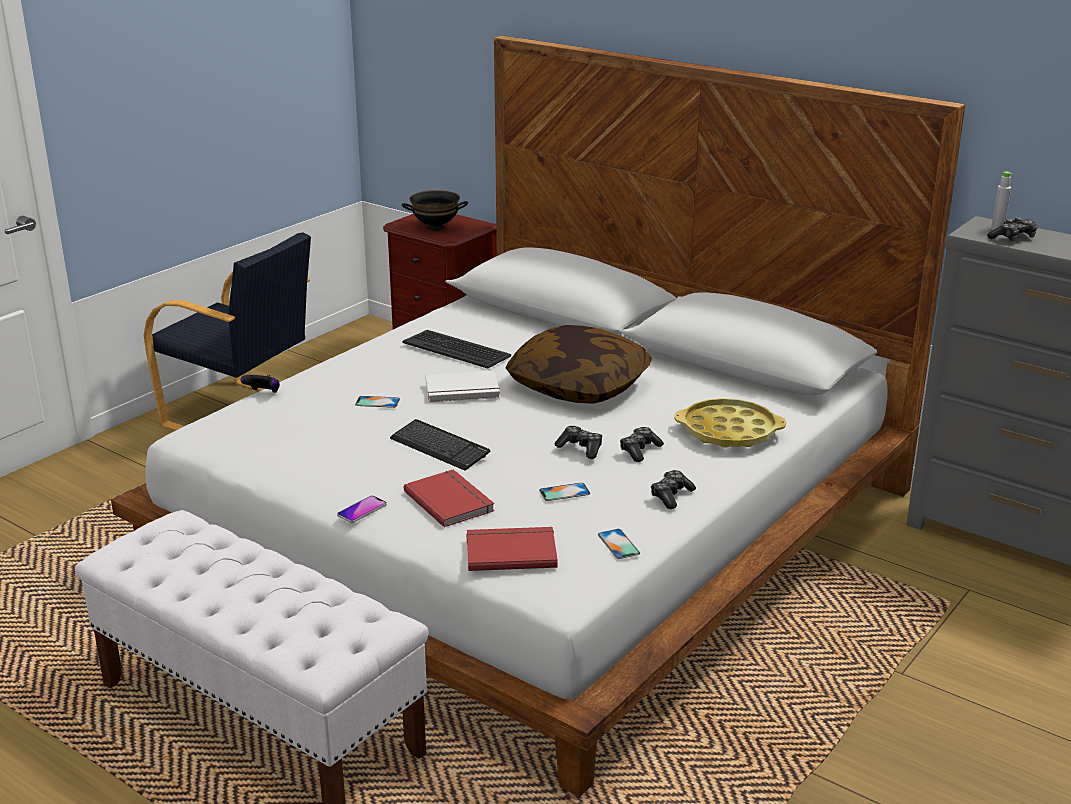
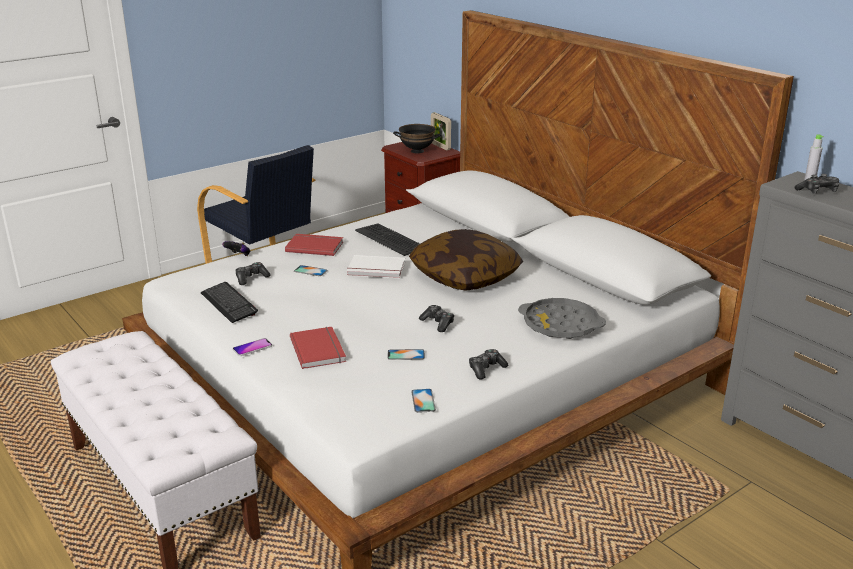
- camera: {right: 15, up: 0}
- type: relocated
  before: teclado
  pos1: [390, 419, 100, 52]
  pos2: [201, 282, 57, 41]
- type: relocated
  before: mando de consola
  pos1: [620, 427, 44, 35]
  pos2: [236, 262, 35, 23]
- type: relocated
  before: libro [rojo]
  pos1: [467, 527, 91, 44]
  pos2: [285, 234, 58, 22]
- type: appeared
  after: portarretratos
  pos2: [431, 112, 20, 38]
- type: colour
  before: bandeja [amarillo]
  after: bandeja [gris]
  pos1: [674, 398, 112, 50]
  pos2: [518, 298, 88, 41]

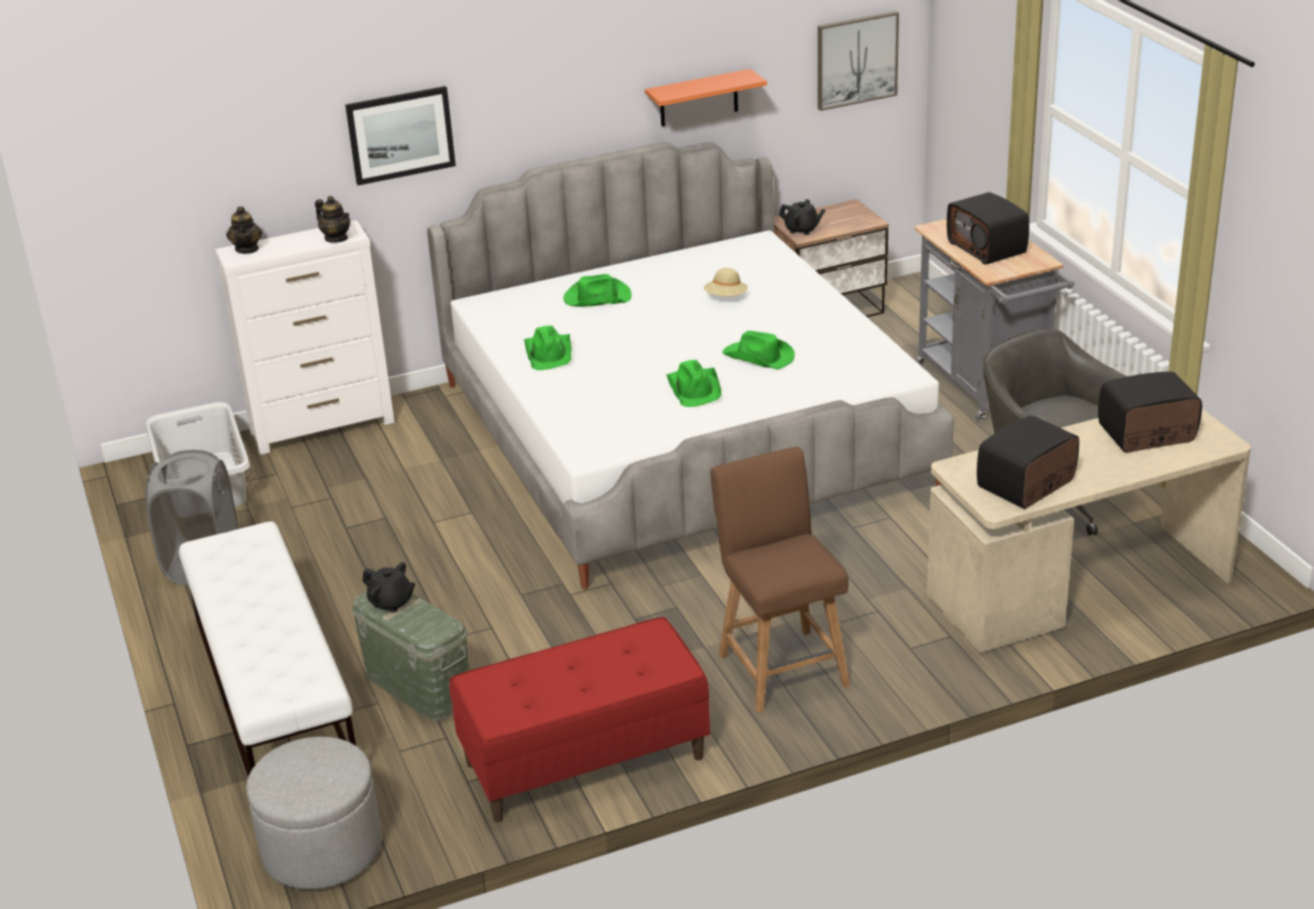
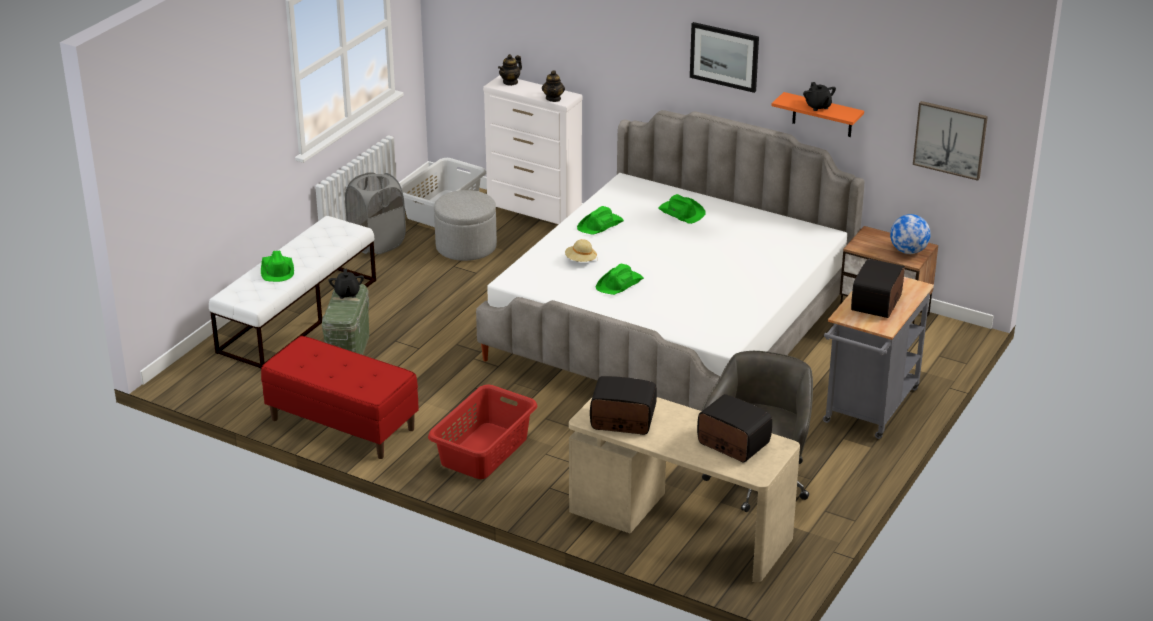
- camera: {right: 50, up: 0}
- type: relocated
  before: sombrero [verde]
  pos1: [722, 331, 73, 39]
  pos2: [261, 250, 33, 32]
- type: exchanged
  before: silla [marrón]
  after: cesto de la ropa [rojo]
  pos1: [710, 446, 140, 266]
  pos2: [428, 384, 109, 95]
- type: relocated
  before: puf [gris]
  pos1: [246, 737, 136, 153]
  pos2: [434, 190, 63, 71]
- type: relocated
  before: sombrero [beis]
  pos1: [704, 268, 44, 29]
  pos2: [565, 239, 32, 23]
- type: relocated
  before: cuadro
  pos1: [345, 86, 111, 99]
  pos2: [690, 22, 69, 71]
- type: relocated
  before: tetera [negro]
  pos1: [779, 199, 46, 36]
  pos2: [803, 82, 33, 29]
- type: appeared
  after: globo terráqueo
  pos2: [890, 214, 41, 40]

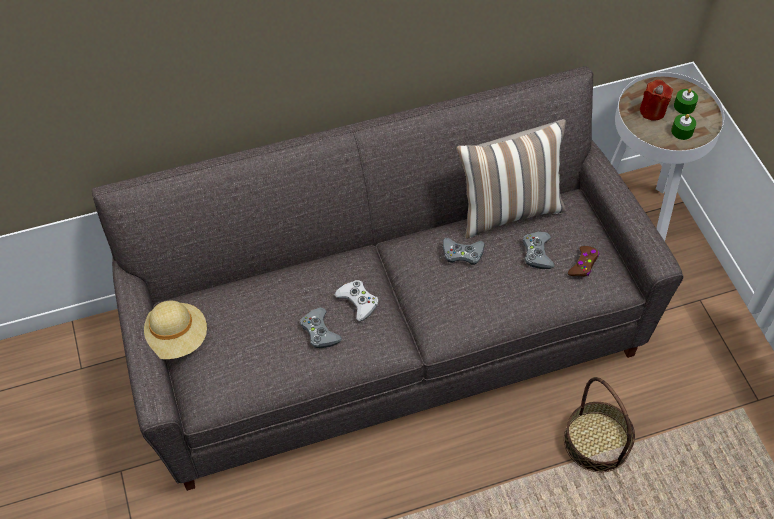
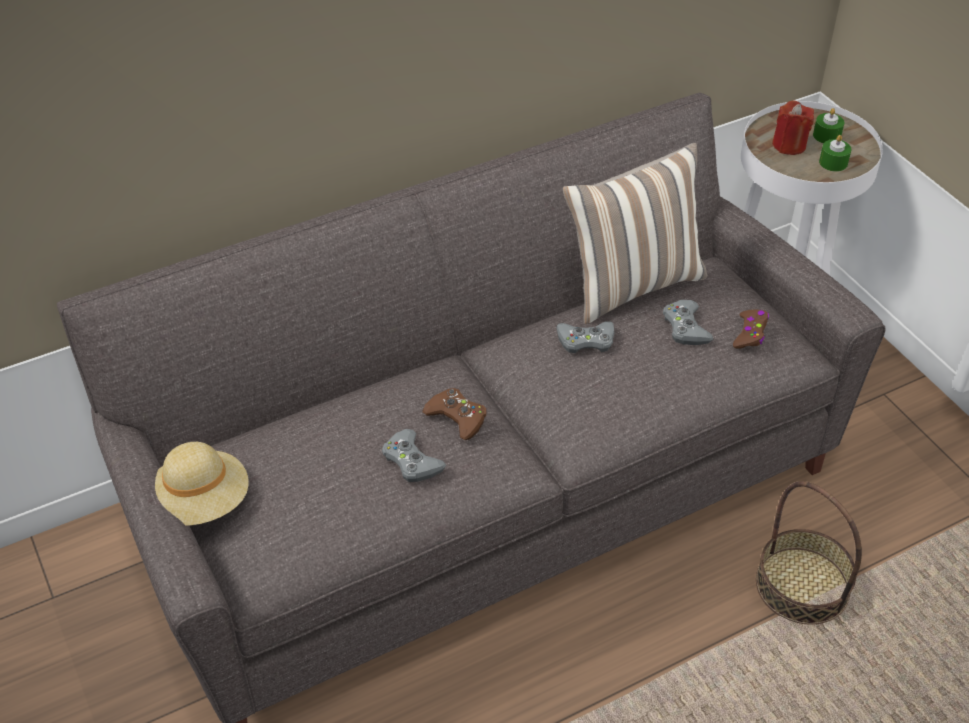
- camera: {right: -10, up: -10}
- type: colour
  before: mando de consola [blanco]
  after: mando de consola [marrón]
  pos1: [334, 280, 45, 41]
  pos2: [422, 388, 65, 52]

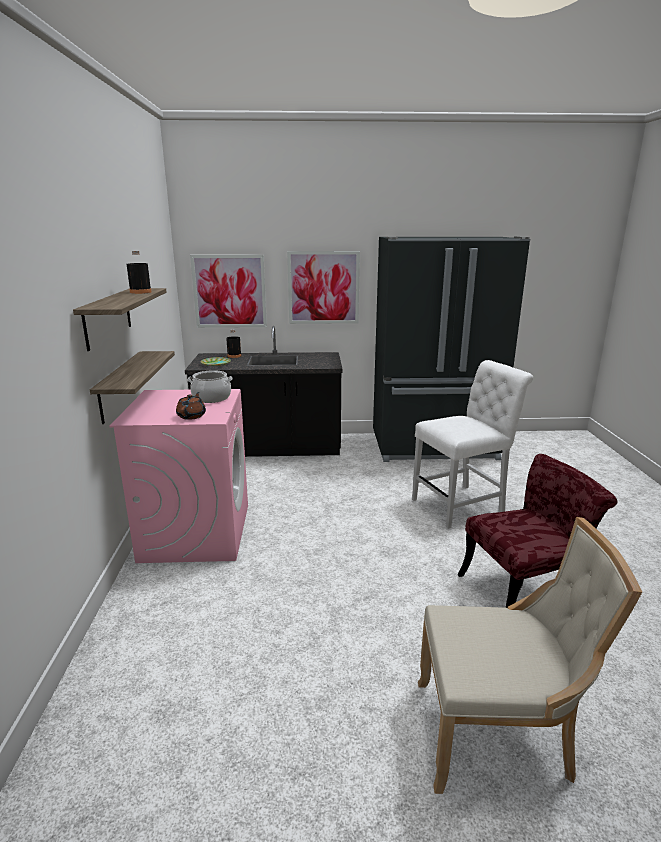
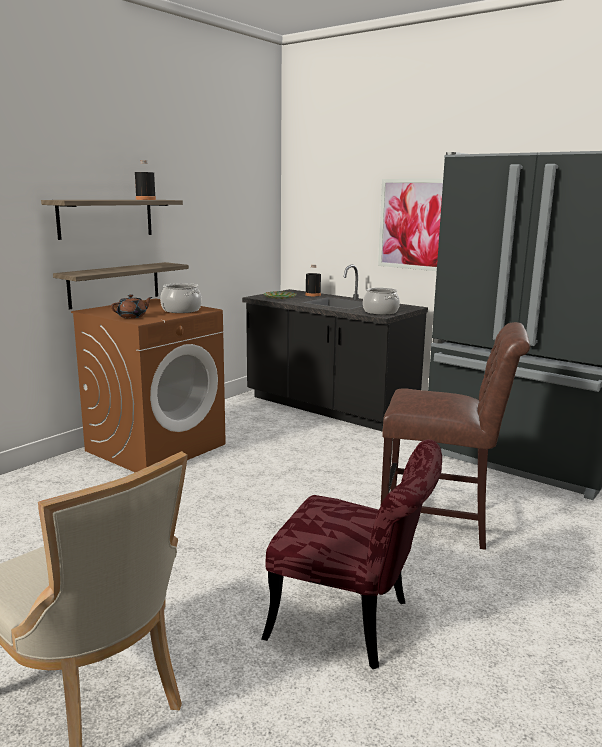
- camera: {right: 40, up: -5}
- type: colour
  before: lavadora [rosa]
  after: lavadora [marrón]
  pos1: [109, 389, 139, 174]
  pos2: [71, 298, 155, 174]
- type: appeared
  after: olla
  pos2: [363, 288, 37, 27]
- type: colour
  before: silla [blanco]
  after: silla [marrón]
  pos1: [412, 360, 121, 169]
  pos2: [381, 322, 149, 228]
- type: missing
  before: cuadro
  pos1: [190, 255, 77, 73]

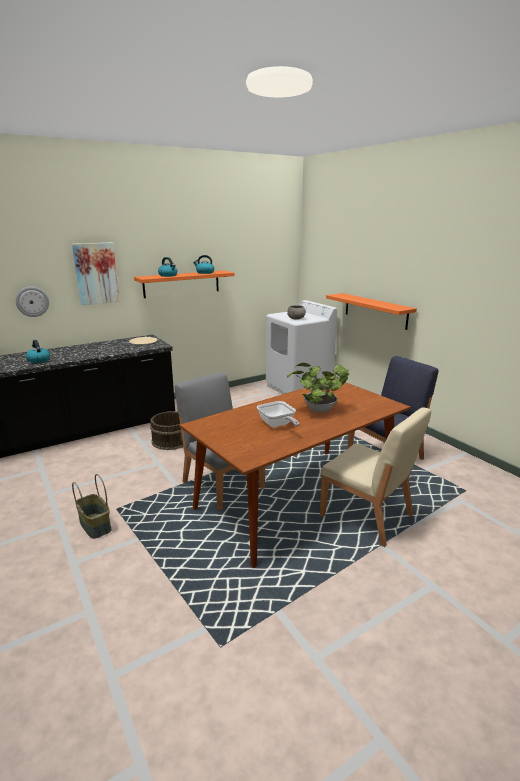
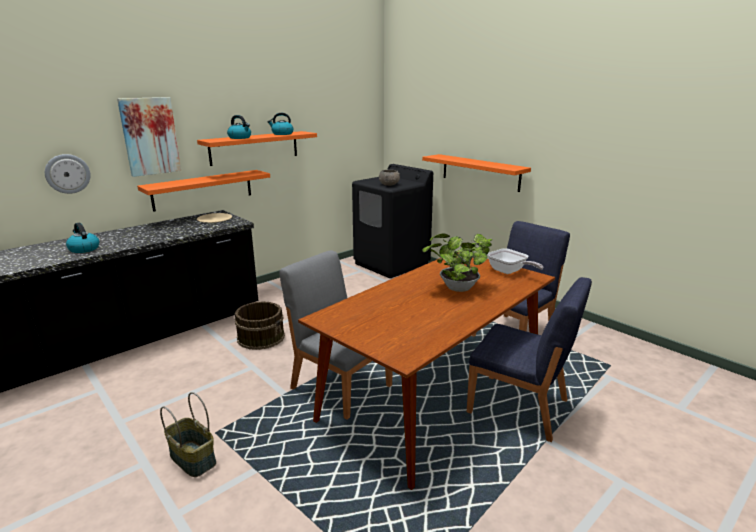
- camera: {right: -10, up: 0}
- type: appeared
  after: estante [naranja]
  pos2: [137, 170, 133, 42]
- type: colour
  before: lavadora [blanco]
  after: lavadora [negro]
  pos1: [266, 300, 71, 94]
  pos2: [352, 164, 81, 114]
- type: colour
  before: silla [beis]
  after: silla [azul]
  pos1: [320, 407, 111, 140]
  pos2: [467, 277, 125, 165]
- type: relocated
  before: sartén
  pos1: [257, 401, 42, 27]
  pos2: [487, 248, 56, 26]

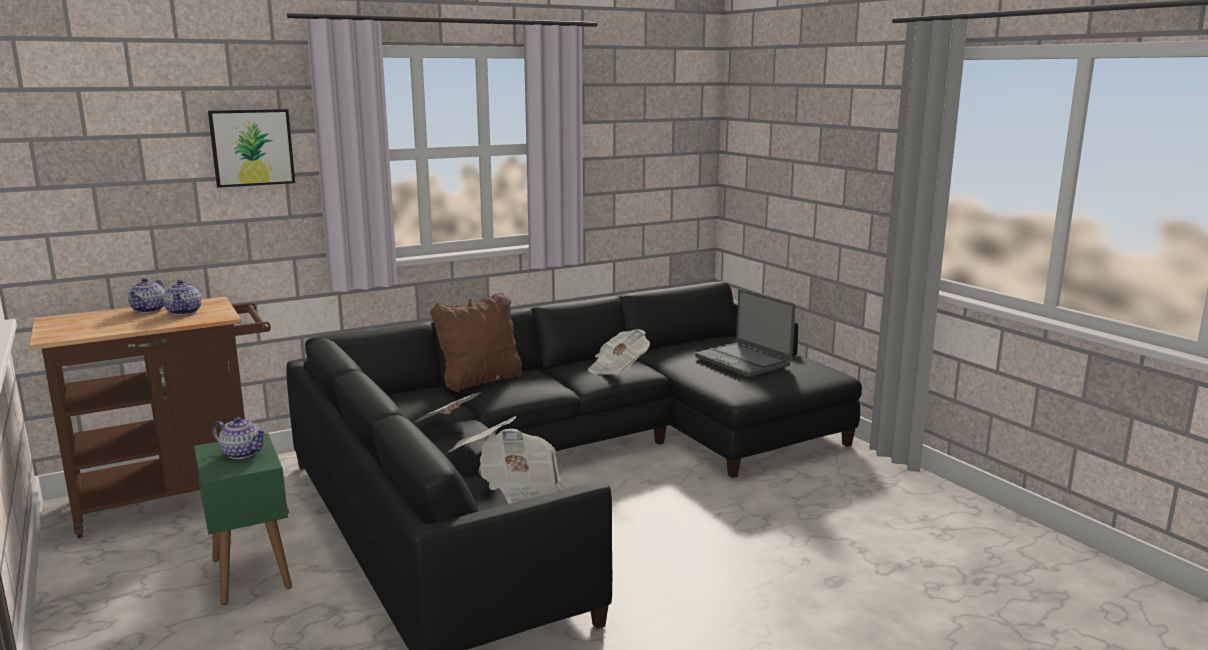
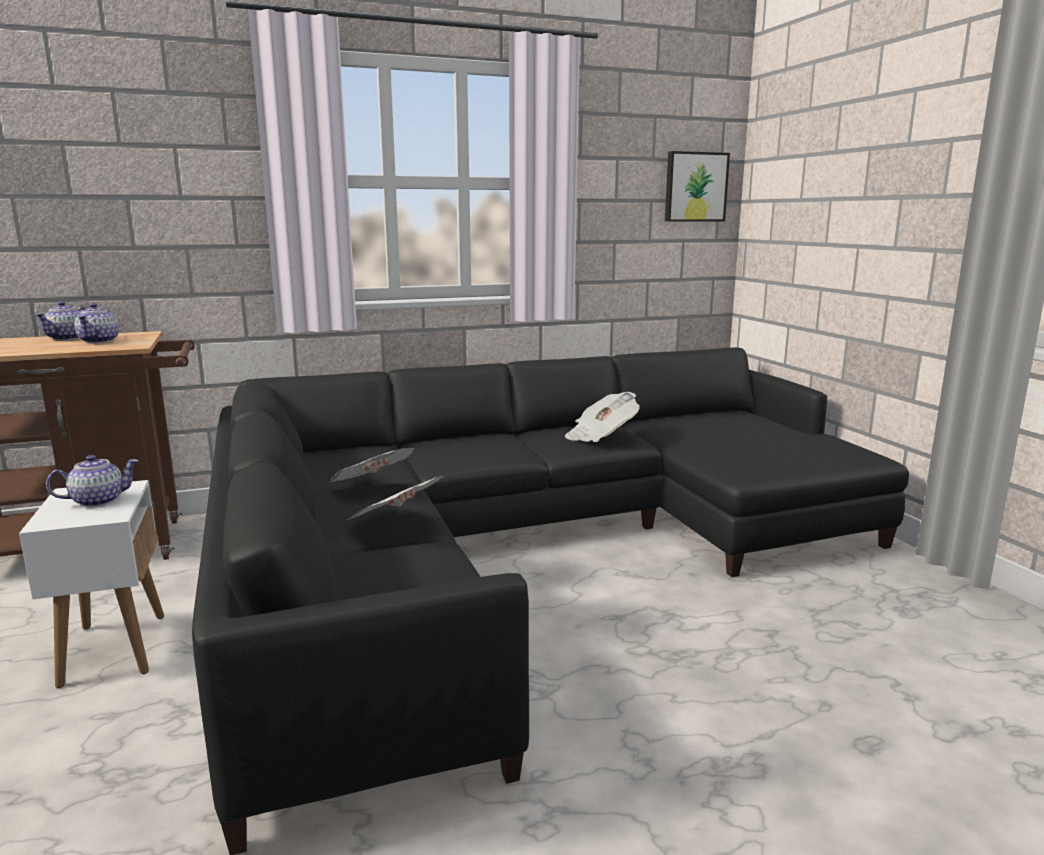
- camera: {right: 10, up: 0}
- type: colour
  before: mesa auxiliar [verde]
  after: mesa auxiliar [blanco]
  pos1: [194, 433, 98, 172]
  pos2: [19, 480, 145, 208]
- type: spun
  before: tetera
  pos1: [212, 417, 55, 42]
  pos2: [46, 455, 93, 52]
  turn: -60
- type: relocated
  before: cuadro
  pos1: [208, 109, 87, 79]
  pos2: [665, 151, 65, 71]
- type: missing
  before: cojín [marrón]
  pos1: [430, 293, 92, 99]
- type: missing
  before: periódico
  pos1: [479, 429, 80, 75]
- type: missing
  before: portátil
  pos1: [695, 289, 101, 88]

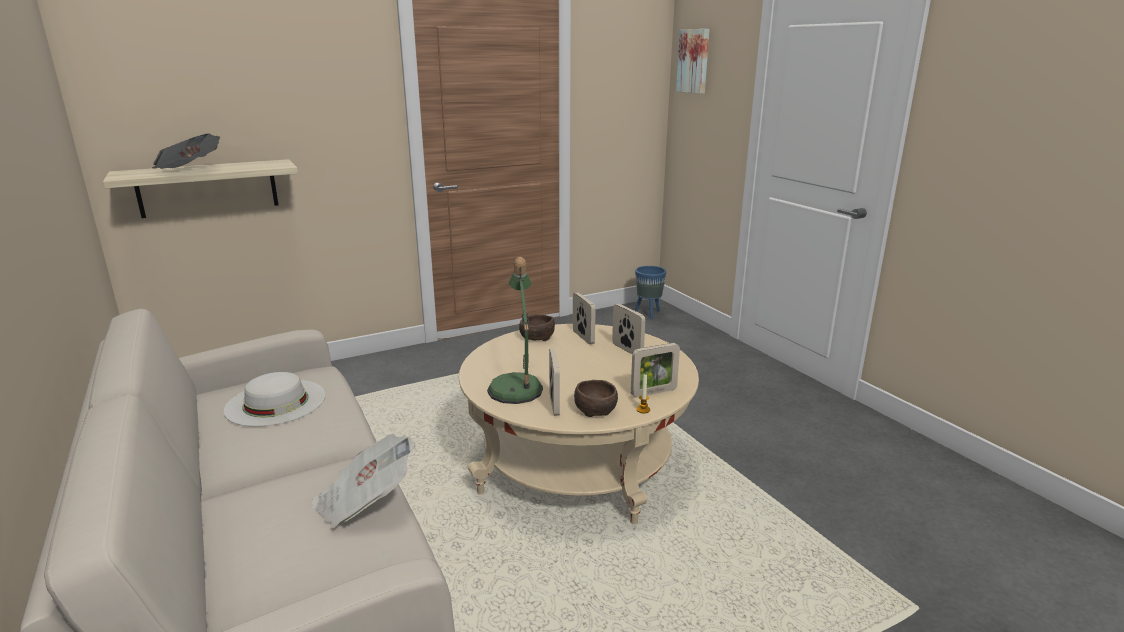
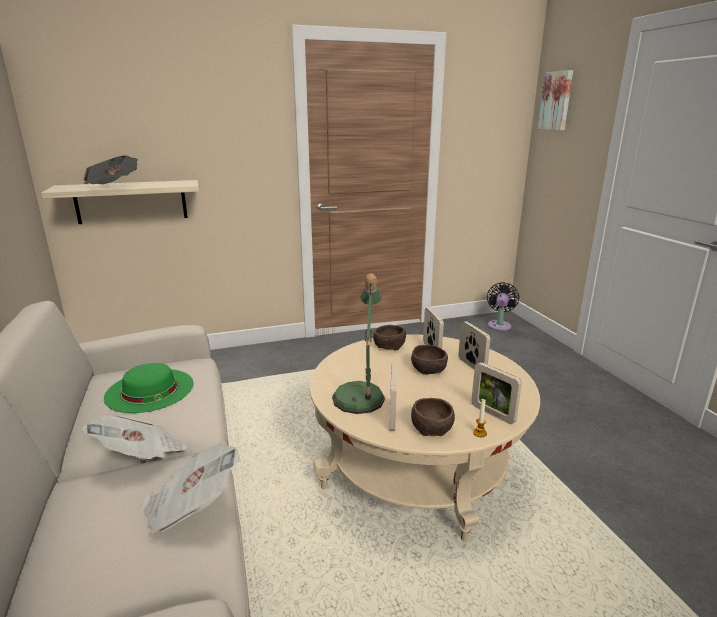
- camera: {right: 10, up: 0}
- type: appeared
  after: periódico
  pos2: [81, 414, 107, 46]
- type: colour
  before: sombrero [blanco]
  after: sombrero [verde]
  pos1: [224, 372, 102, 55]
  pos2: [104, 363, 90, 50]
- type: appeared
  after: cuenco [marrón]
  pos2: [411, 345, 37, 30]
- type: spun
  before: portarretratos
  pos1: [631, 343, 49, 54]
  pos2: [471, 362, 51, 62]
  turn: 60
- type: exchanged
  before: maceta [azul]
  after: ventilador [negro]
  pos1: [635, 266, 31, 53]
  pos2: [487, 282, 33, 49]

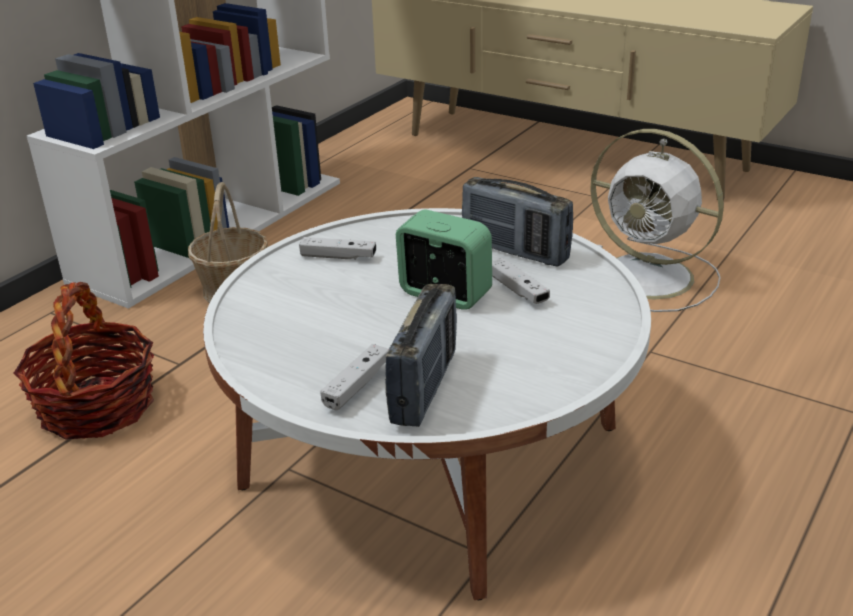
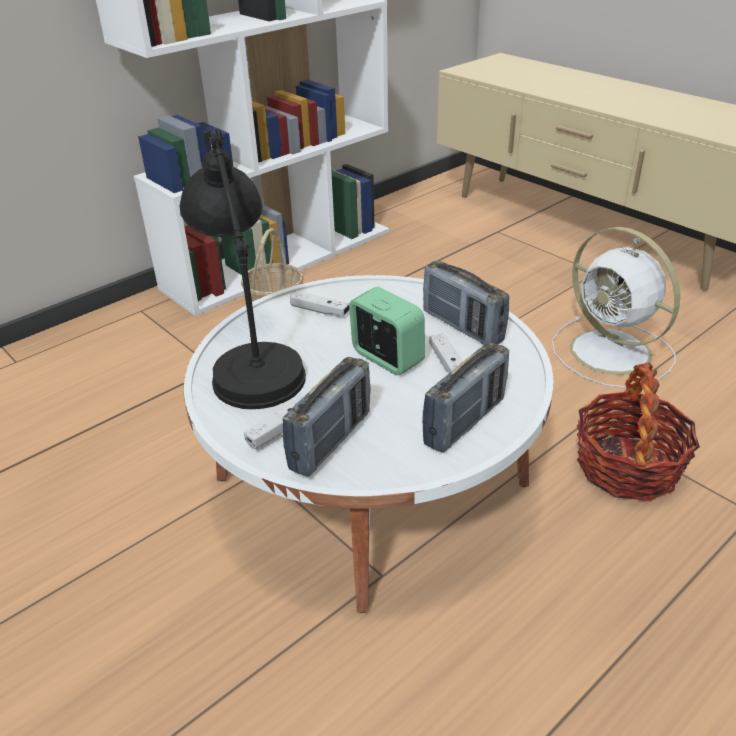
- camera: {right: 15, up: 5}
- type: appeared
  after: lámpara de mesa [negro]
  pos2: [180, 128, 126, 281]
- type: appeared
  after: radio
  pos2: [422, 342, 87, 111]
- type: relocated
  before: cesta
  pos1: [14, 282, 140, 158]
  pos2: [577, 363, 123, 138]

